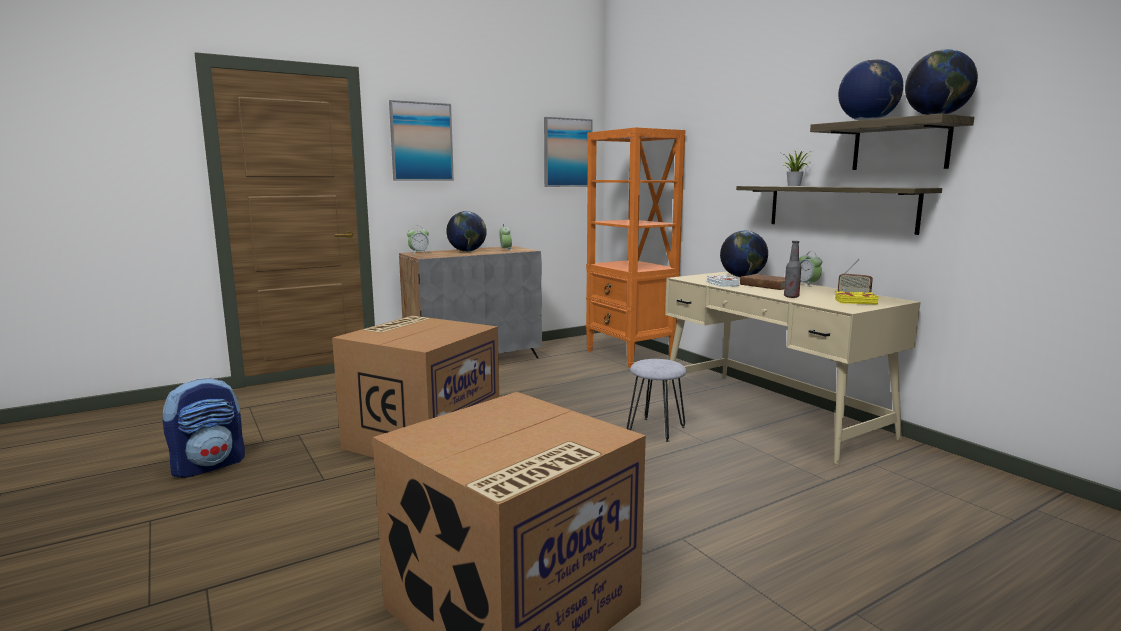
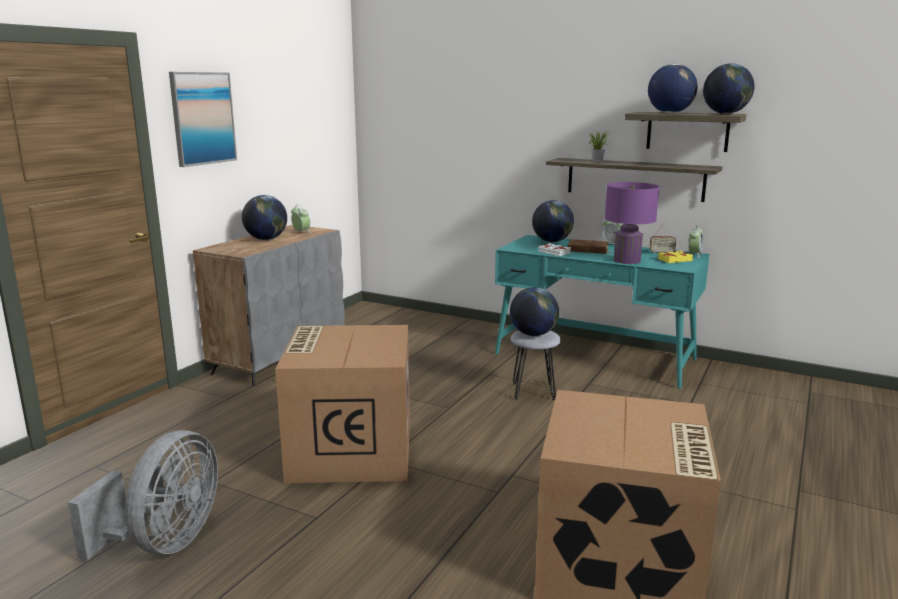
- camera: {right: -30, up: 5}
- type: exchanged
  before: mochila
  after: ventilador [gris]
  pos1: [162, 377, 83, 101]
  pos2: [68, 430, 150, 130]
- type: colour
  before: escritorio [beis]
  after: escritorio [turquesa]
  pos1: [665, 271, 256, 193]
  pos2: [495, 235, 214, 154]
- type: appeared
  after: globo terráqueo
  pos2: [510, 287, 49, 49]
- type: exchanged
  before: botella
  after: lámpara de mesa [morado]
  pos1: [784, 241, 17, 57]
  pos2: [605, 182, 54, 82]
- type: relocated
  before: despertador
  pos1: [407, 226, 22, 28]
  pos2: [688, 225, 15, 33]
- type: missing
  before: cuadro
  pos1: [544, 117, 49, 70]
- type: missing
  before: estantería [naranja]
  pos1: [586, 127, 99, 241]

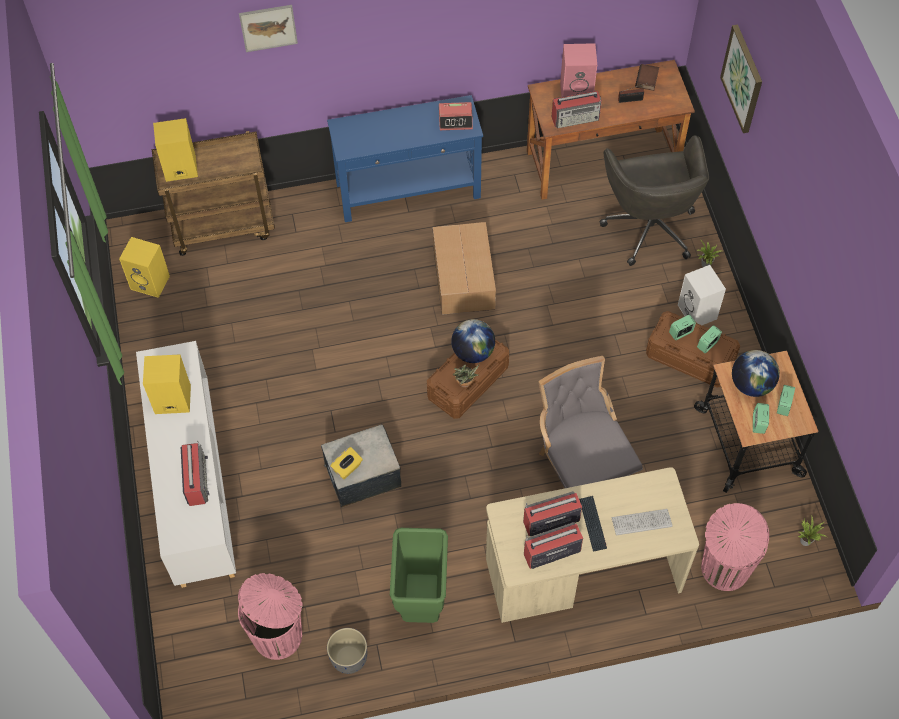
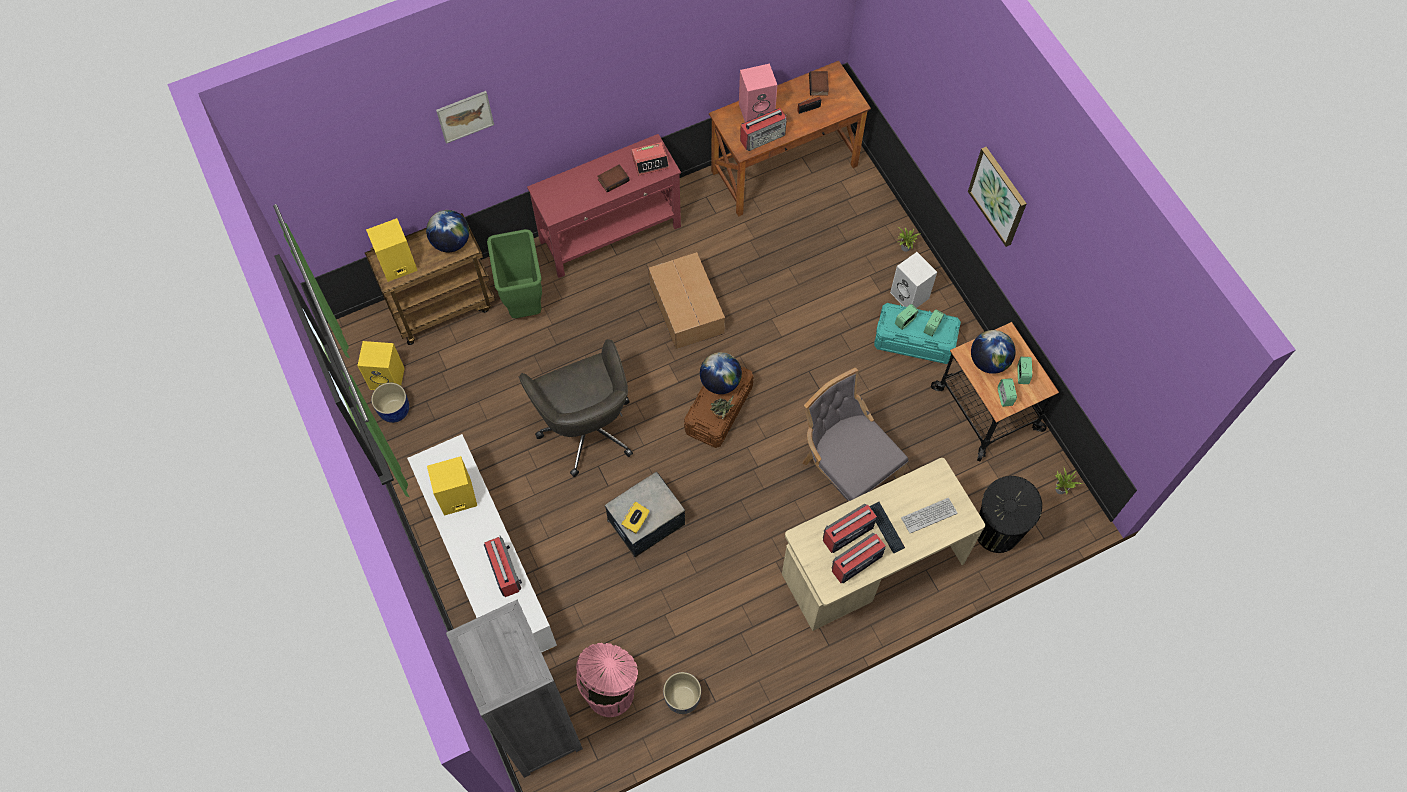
- camera: {right: -15, up: 5}
- type: appeared
  after: maceta [azul]
  pos2: [371, 383, 38, 40]
- type: appeared
  after: globo terráqueo
  pos2: [426, 210, 43, 42]
- type: appeared
  after: estantería [gris]
  pos2: [446, 600, 137, 178]
- type: relocated
  before: papelera [verde]
  pos1: [390, 528, 58, 95]
  pos2: [487, 229, 55, 89]
- type: relocated
  before: silla de oficina [gris]
  pos1: [600, 135, 109, 131]
  pos2: [519, 339, 114, 138]
- type: colour
  before: mesa consola [azul]
  after: mesa consola [rojo]
  pos1: [327, 95, 156, 127]
  pos2: [527, 134, 154, 144]
- type: appeared
  after: libro
  pos2: [597, 164, 33, 28]
- type: colour
  before: caja de almacenaje [marrón]
  after: caja de almacenaje [turquesa]
  pos1: [646, 311, 94, 77]
  pos2: [874, 303, 87, 61]
- type: relocated
  before: cuadro
  pos1: [720, 25, 42, 108]
  pos2: [968, 147, 59, 100]
- type: colour
  before: papelera [rosa]
  after: papelera [negro]
  pos1: [701, 503, 68, 88]
  pos2: [978, 476, 64, 77]

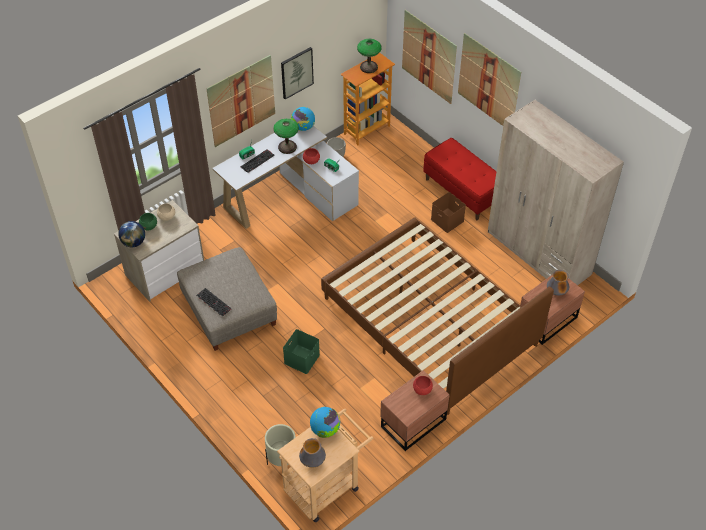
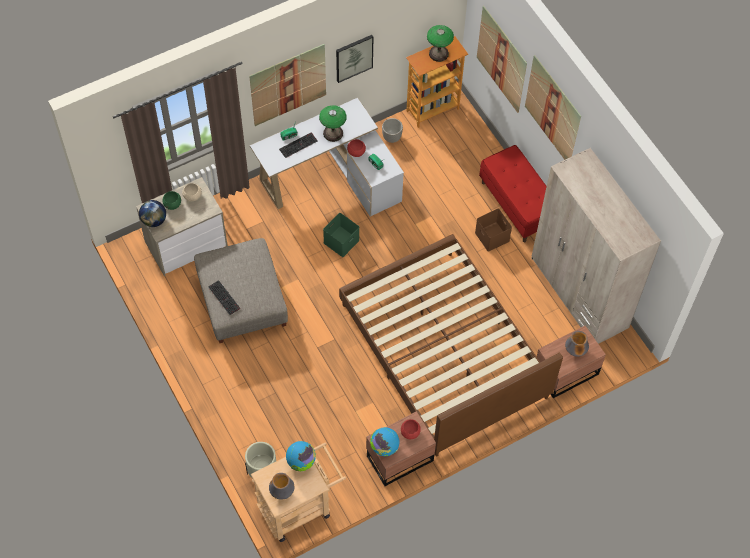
- camera: {right: 10, up: 10}
- type: relocated
  before: caja de almacenaje [verde]
  pos1: [283, 329, 37, 45]
  pos2: [323, 213, 36, 44]
- type: relocated
  before: globo terráqueo
  pos1: [291, 107, 24, 24]
  pos2: [370, 427, 30, 29]

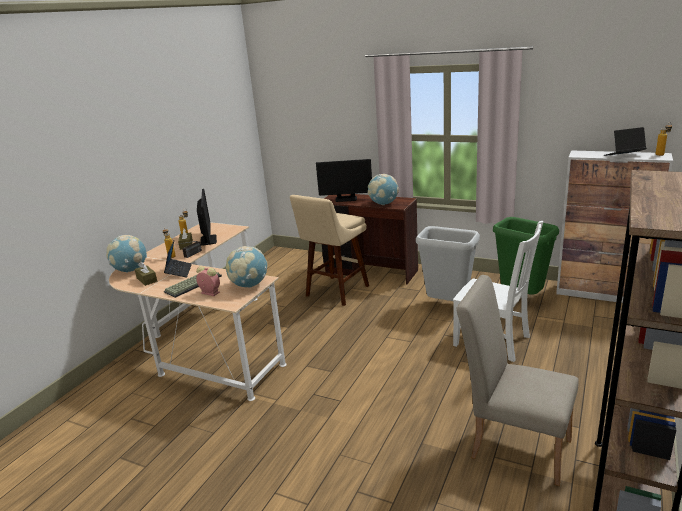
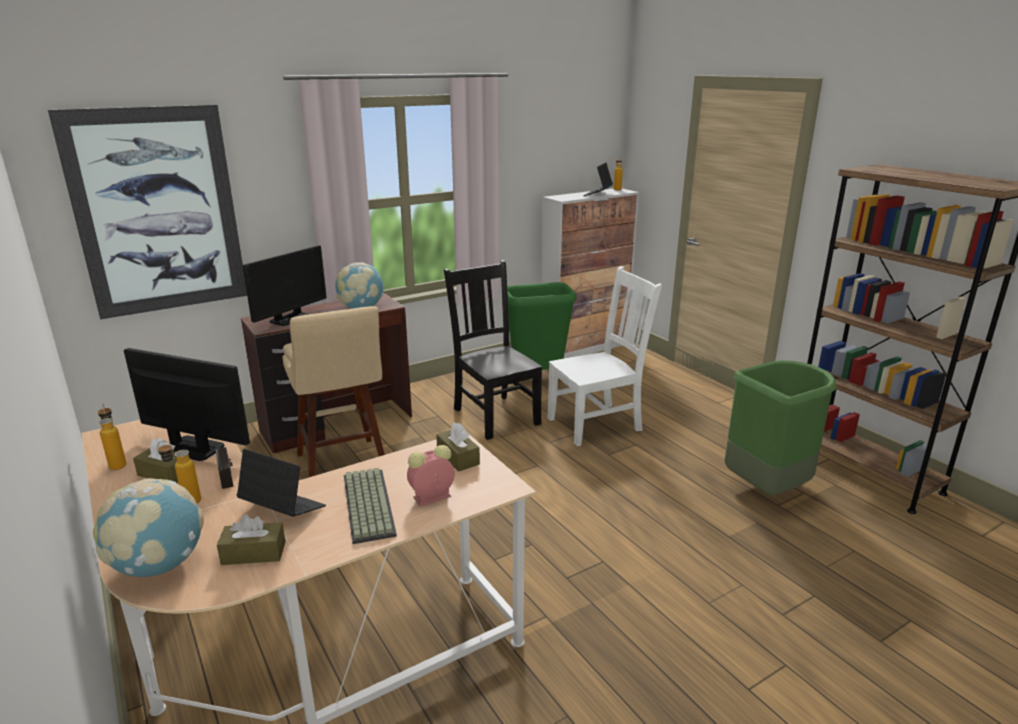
- camera: {right: -60, up: 0}
- type: appeared
  after: cuadro
  pos2: [48, 105, 199, 214]
- type: exchanged
  before: globo terráqueo
  after: caja de pañuelos [marrón]
  pos1: [226, 246, 42, 42]
  pos2: [436, 423, 44, 49]
- type: exchanged
  before: papelera [gris]
  after: silla [negro]
  pos1: [416, 226, 64, 80]
  pos2: [444, 260, 99, 180]
- type: exchanged
  before: silla [beis]
  after: papelera [verde]
  pos1: [456, 275, 123, 211]
  pos2: [725, 360, 111, 136]

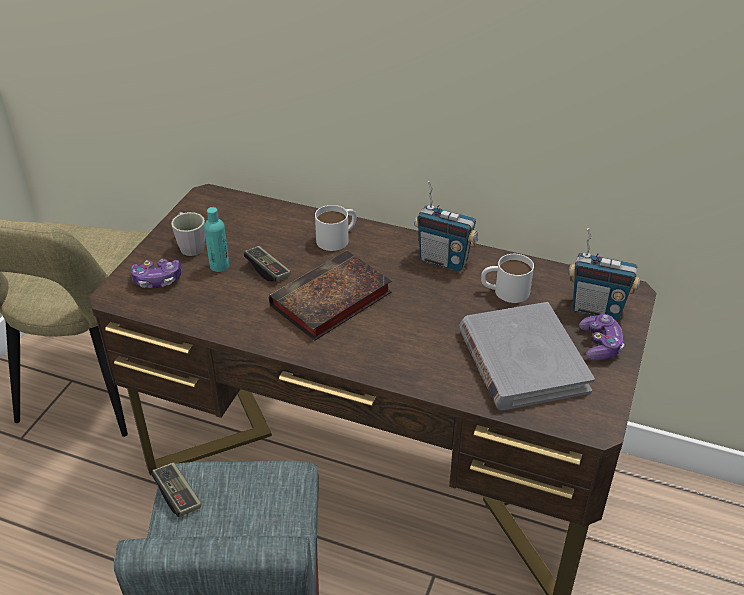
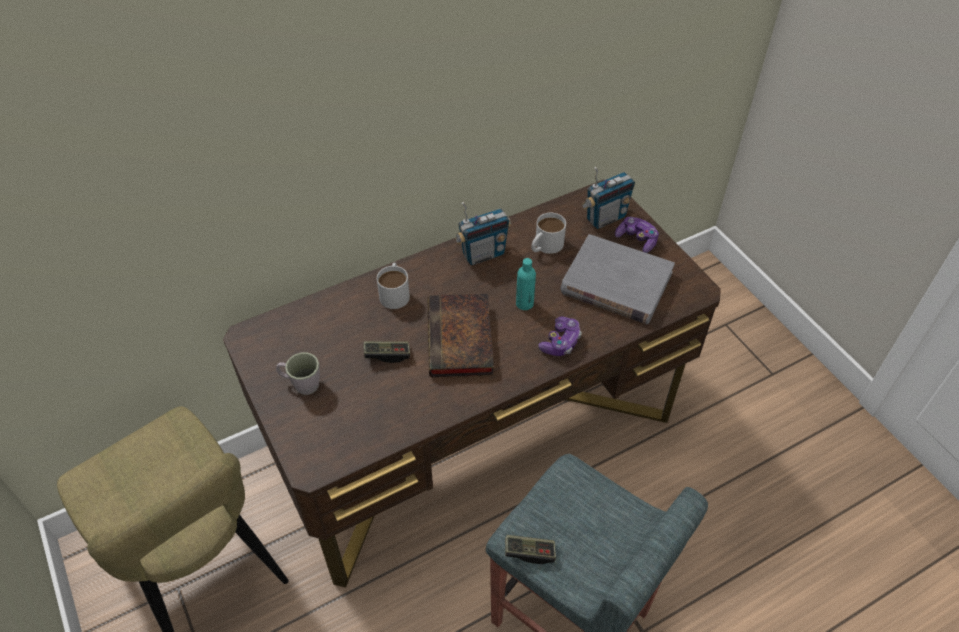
- camera: {right: -50, up: 10}
- type: relocated
  before: botella [turquesa]
  pos1: [204, 207, 26, 65]
  pos2: [516, 258, 20, 52]
- type: relocated
  before: mando de consola
  pos1: [131, 258, 51, 30]
  pos2: [538, 317, 44, 39]

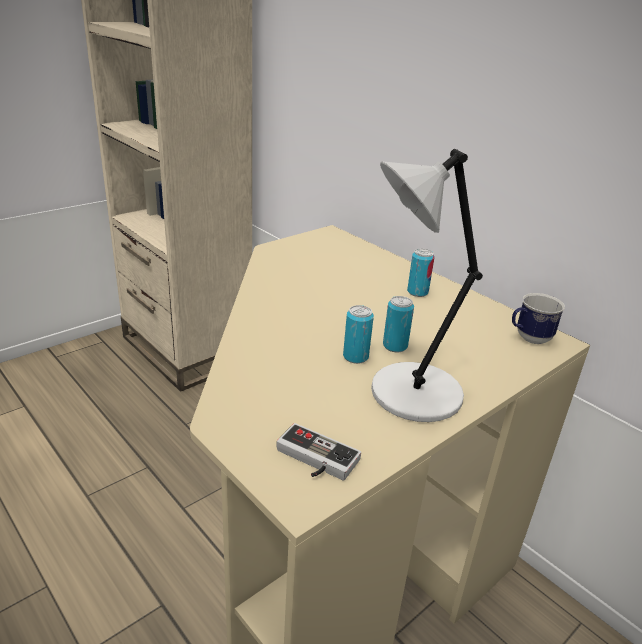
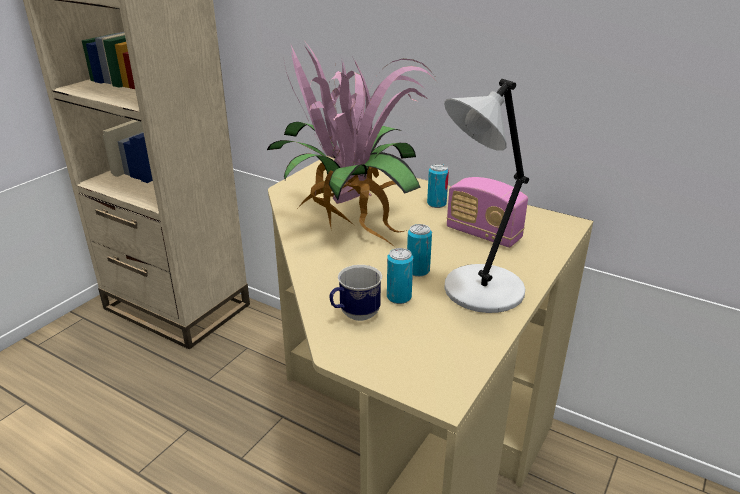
- camera: {right: -15, up: 0}
- type: appeared
  after: planta en maceta
  pos2: [267, 39, 171, 209]
- type: relocated
  before: taza grande
  pos1: [512, 293, 53, 51]
  pos2: [329, 265, 53, 56]
- type: relocated
  before: lata
  pos1: [383, 296, 31, 56]
  pos2: [387, 248, 26, 56]
- type: appeared
  after: radio
  pos2: [446, 177, 82, 71]
- type: missing
  before: mando de consola
  pos1: [277, 423, 84, 58]

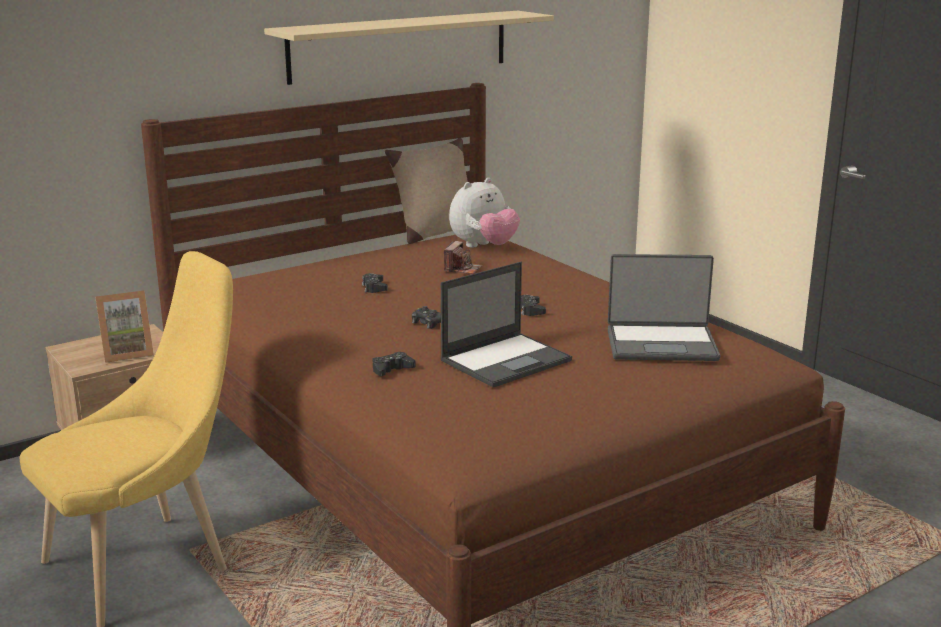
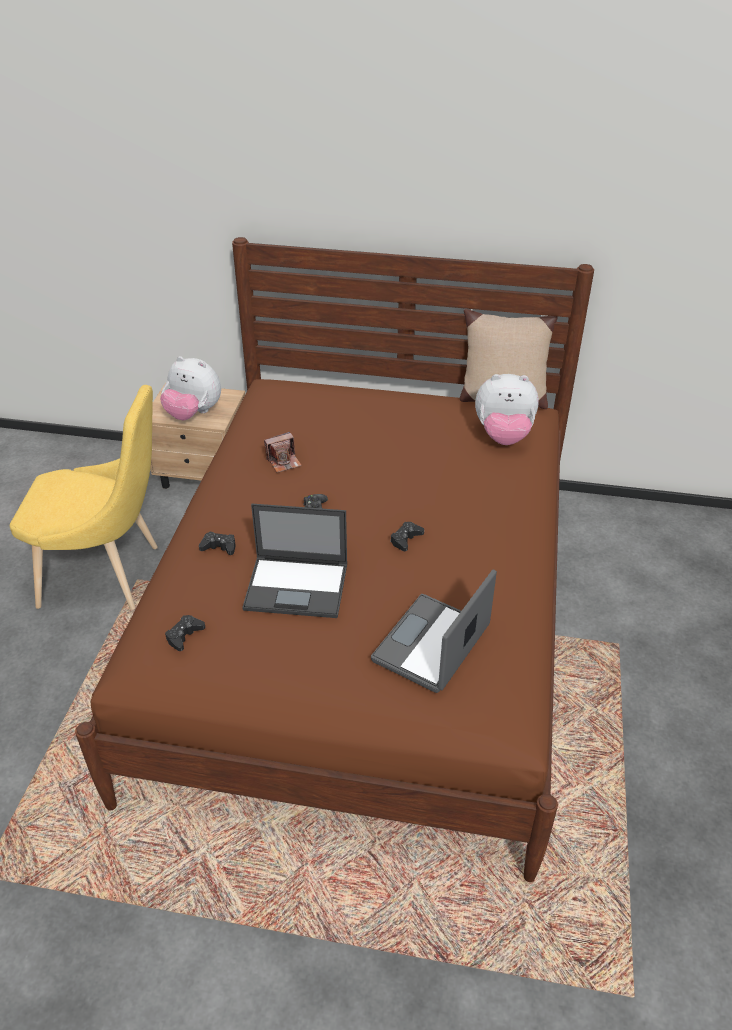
- camera: {right: 45, up: 20}
- type: exchanged
  before: portarretratos
  after: peluche
  pos1: [95, 290, 59, 73]
  pos2: [160, 356, 61, 64]
- type: relocated
  before: mando de consola [negro]
  pos1: [362, 273, 26, 20]
  pos2: [165, 615, 40, 36]
- type: relocated
  before: cámara
  pos1: [444, 241, 38, 33]
  pos2: [264, 432, 38, 41]
- type: spun
  before: portátil
  pos1: [608, 254, 112, 107]
  pos2: [371, 570, 126, 123]
  turn: 75
- type: missing
  before: estante [beis]
  pos1: [264, 11, 290, 74]

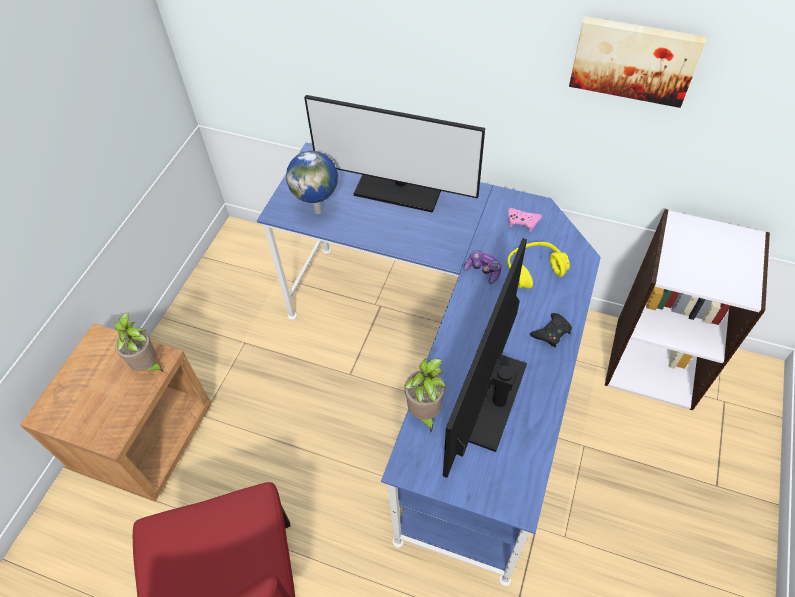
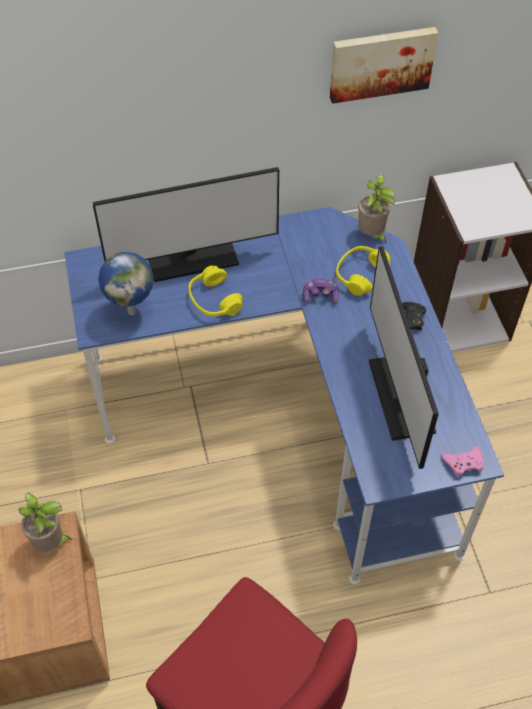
- camera: {right: -35, up: 0}
- type: appeared
  after: auriculares [amarillo]
  pos2: [189, 265, 54, 51]
- type: relocated
  before: planta en maceta
  pos1: [404, 358, 42, 75]
  pos2: [358, 175, 37, 68]
- type: relocated
  before: mando de consola [rosa]
  pos1: [508, 208, 34, 24]
  pos2: [441, 446, 43, 32]

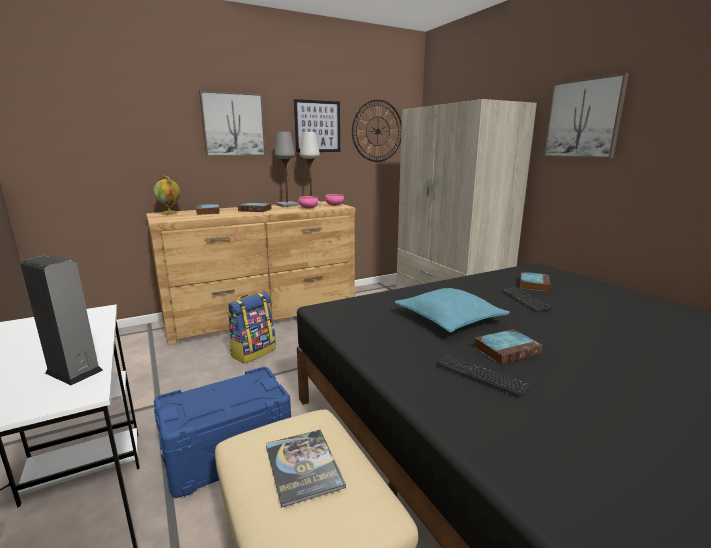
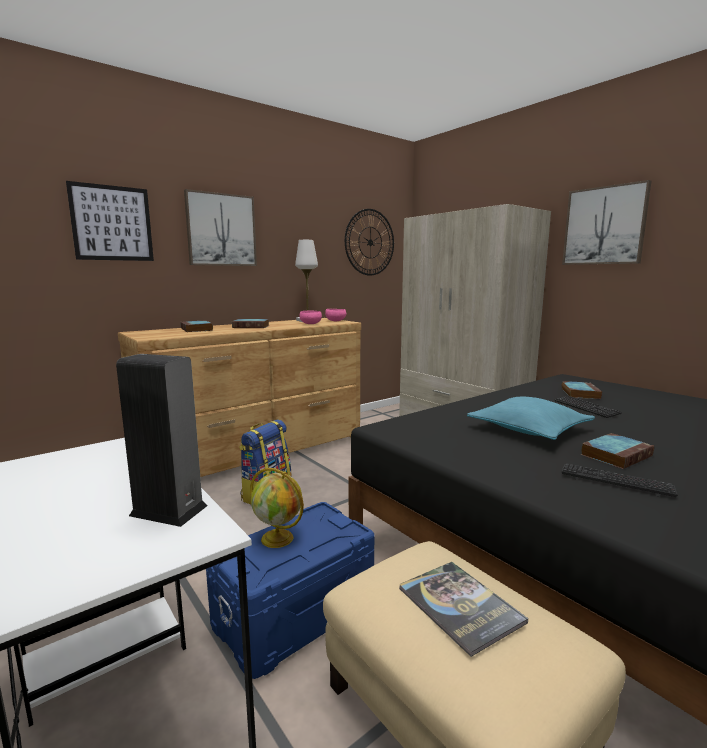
- camera: {right: -10, up: -5}
- type: relocated
  before: cuadro
  pos1: [294, 99, 46, 53]
  pos2: [66, 181, 88, 80]
- type: relocated
  before: globo terráqueo
  pos1: [153, 176, 27, 39]
  pos2: [250, 468, 54, 80]
- type: missing
  before: lámpara de mesa [gris]
  pos1: [275, 132, 24, 75]

